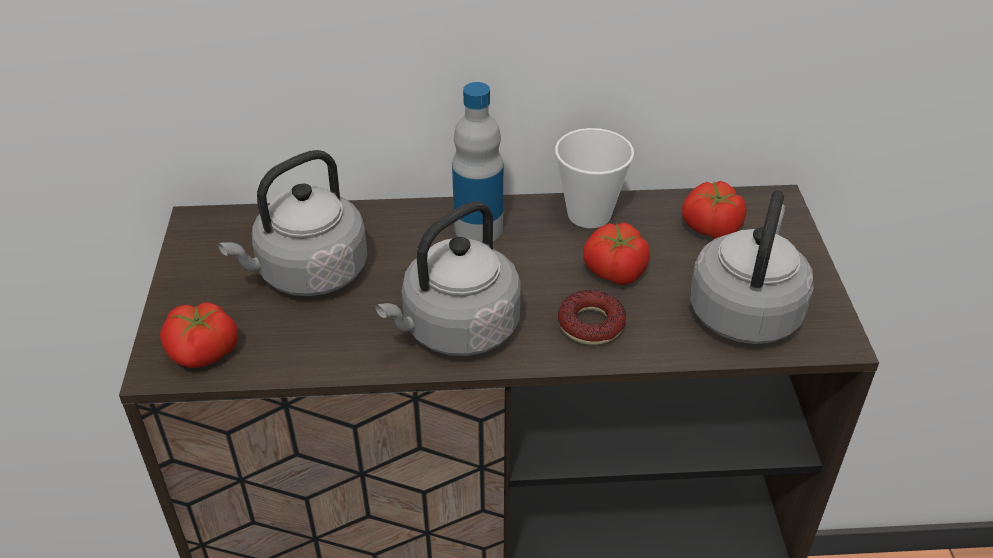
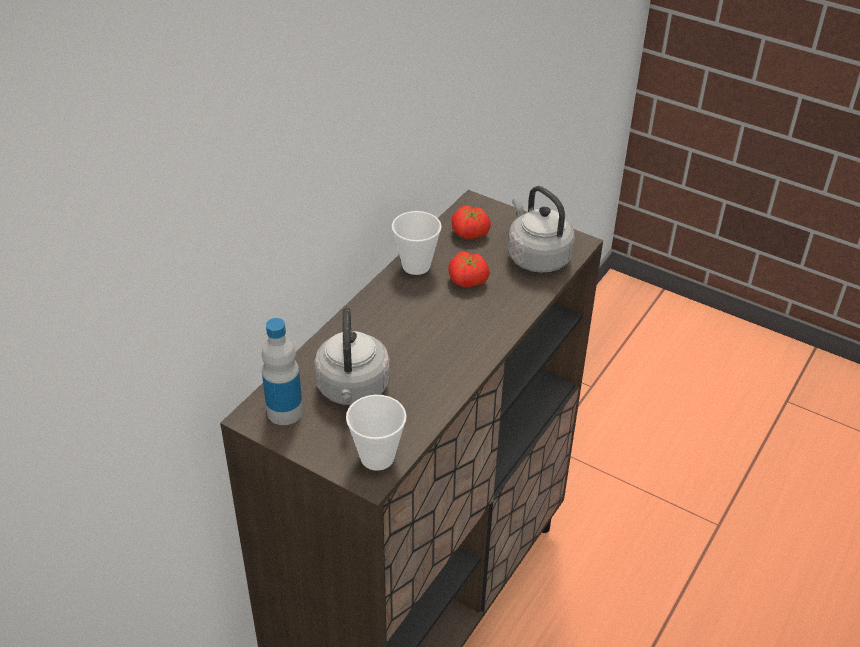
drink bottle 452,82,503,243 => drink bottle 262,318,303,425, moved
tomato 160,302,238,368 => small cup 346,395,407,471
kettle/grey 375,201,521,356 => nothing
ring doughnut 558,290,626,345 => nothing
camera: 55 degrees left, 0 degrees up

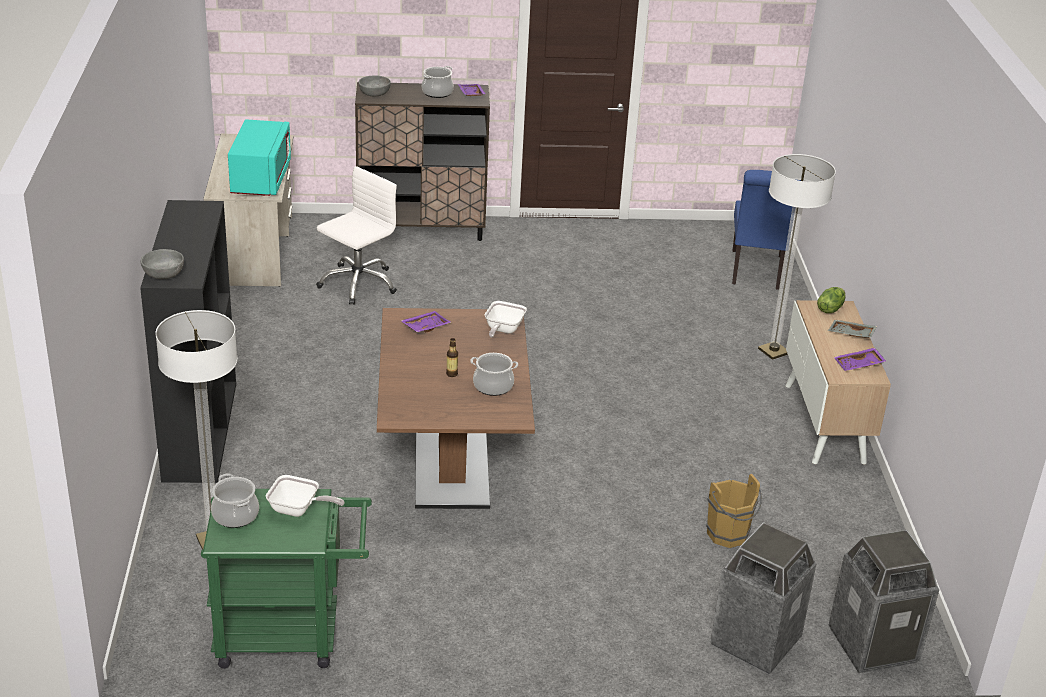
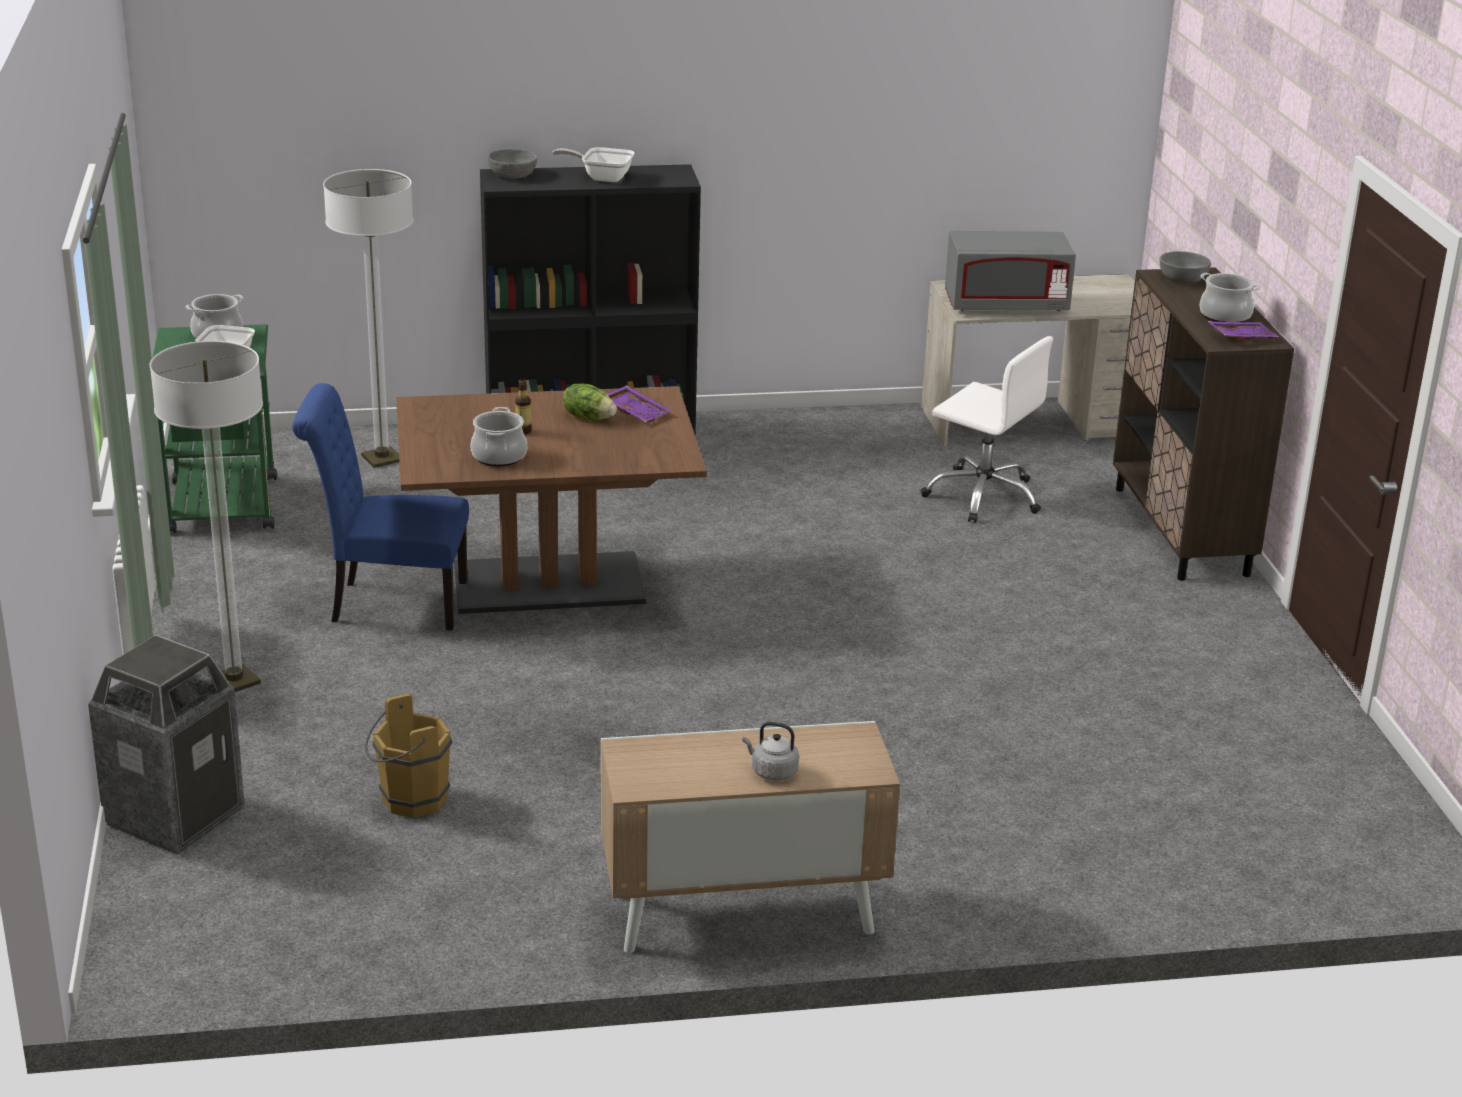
standard lamp 758,154,836,360 => standard lamp 150,341,263,692, moved
upright chair/blue-coloured 732,170,801,290 => upright chair/blue-coloured 292,383,469,630, moved
frying pan 485,301,527,337 => frying pan 552,147,635,182, moved
lettuce head 817,287,845,313 => lettuce head 563,384,617,420, moved
tray/grey 828,320,877,338 => kettle/grey 743,721,799,781
microwave oven/turquoise-coloured 228,119,291,196 => microwave oven/grey 945,231,1076,311
rubbish bin 829,530,939,673 => nothing
tray/purplish 834,348,886,371 => nothing
camera: 85 degrees right, 5 degrees down

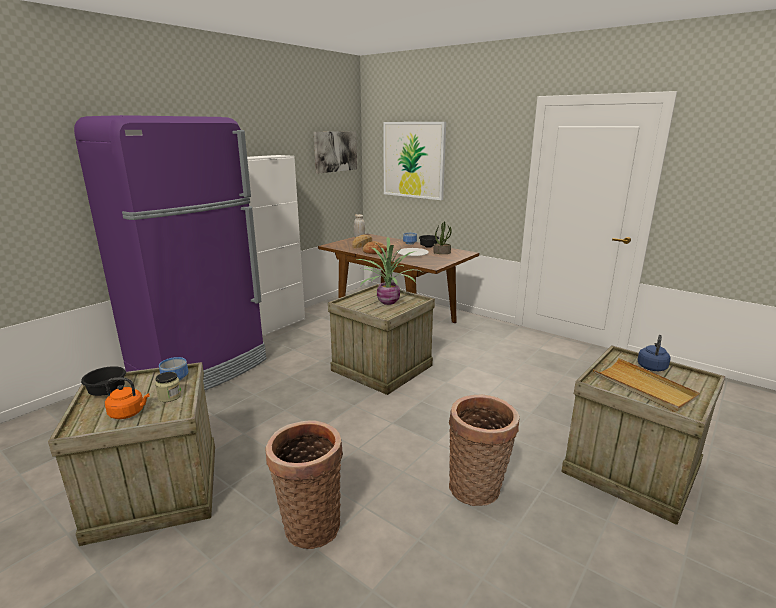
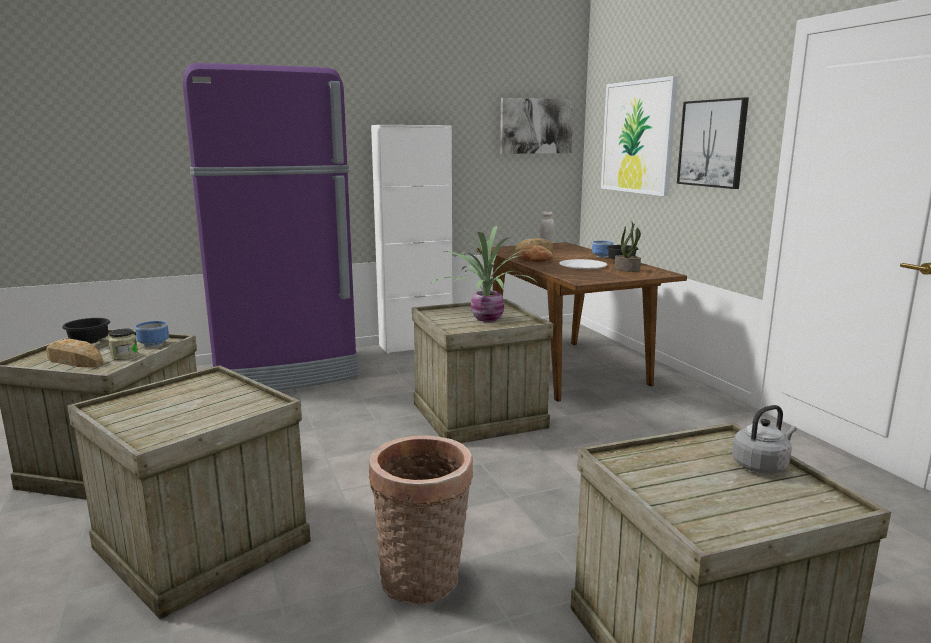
kettle/orange 105,378,150,419 => bread 46,338,104,367
basket 265,421,343,549 => packing crate 67,365,311,620
nothing => picture 677,97,749,189
kettle/blue-coloured 637,335,671,371 => kettle/grey 732,405,797,474
tray/sand-coloured 593,358,700,412 => nothing
camera: 30 degrees right, 5 degrees down

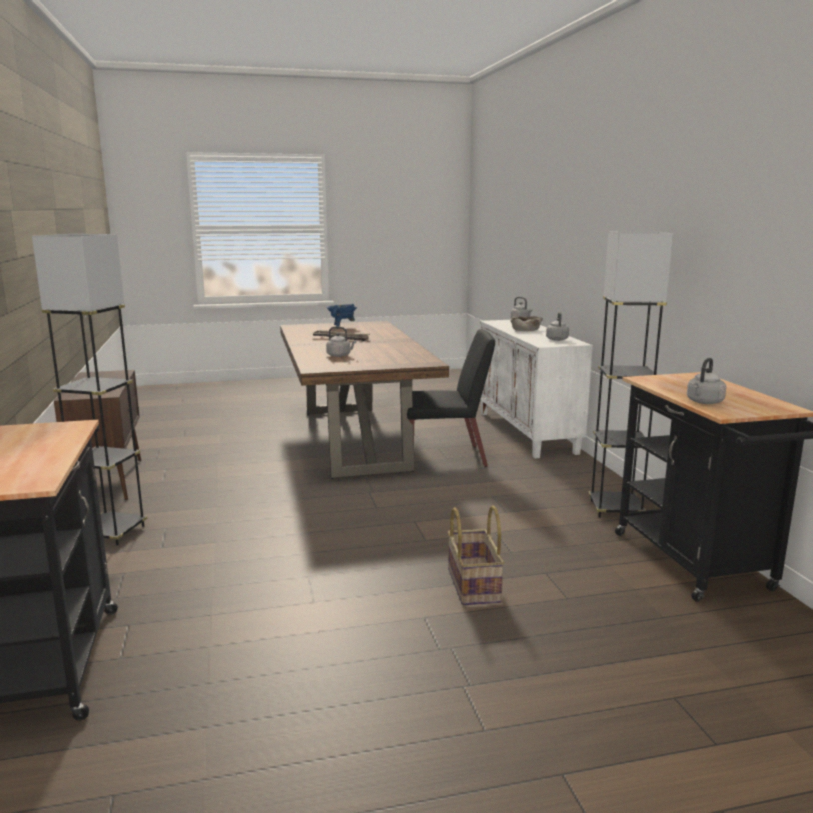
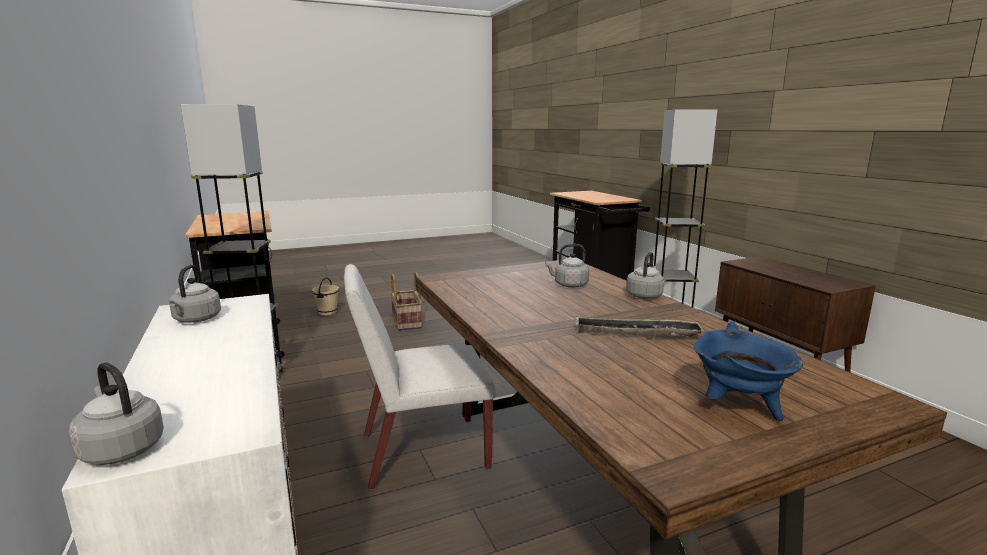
nothing => bucket/sand-coloured 312,277,339,315
upright chair/black-coloured 407,329,495,467 => upright chair/white-coloured 344,264,496,490
kettle/grey 687,358,726,404 => kettle/grey 626,252,664,299, moved
bowl/sand-coloured 510,316,543,331 => nothing
camera: 170 degrees right, 0 degrees up

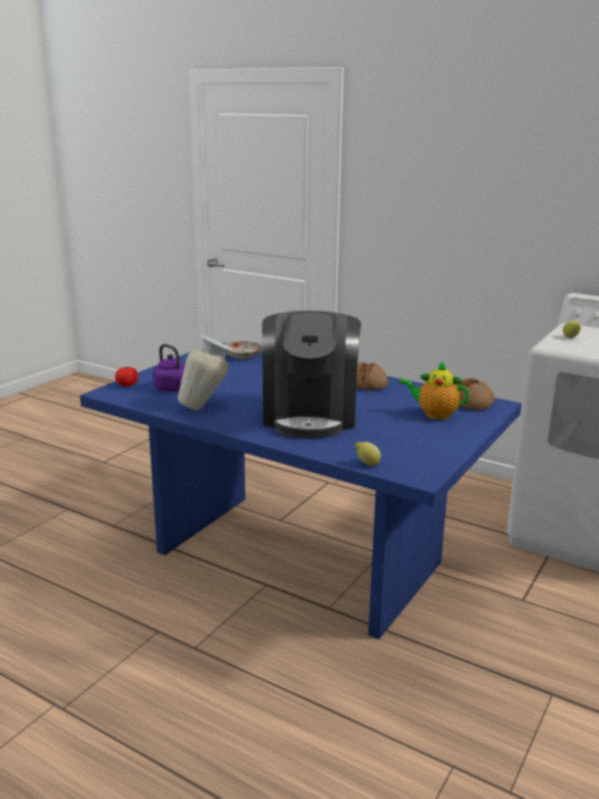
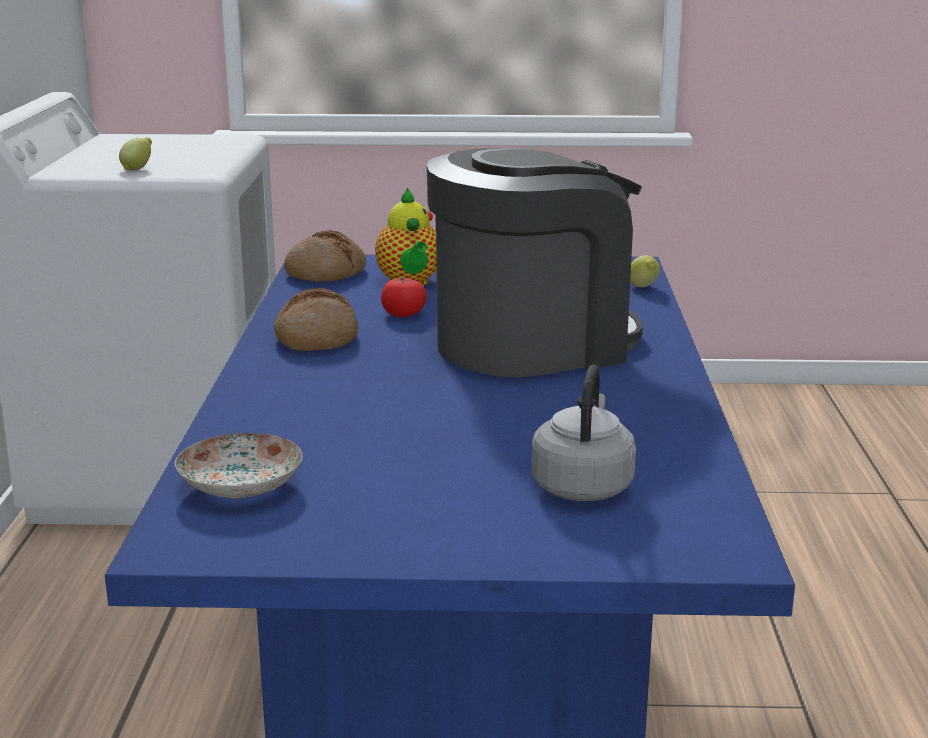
tomato 115,367,139,387 => tomato 381,277,427,317, moved
kettle/purplish 153,344,185,392 => kettle/grey 532,365,636,501
vase 178,335,234,410 => nothing
camera: 120 degrees left, 0 degrees up

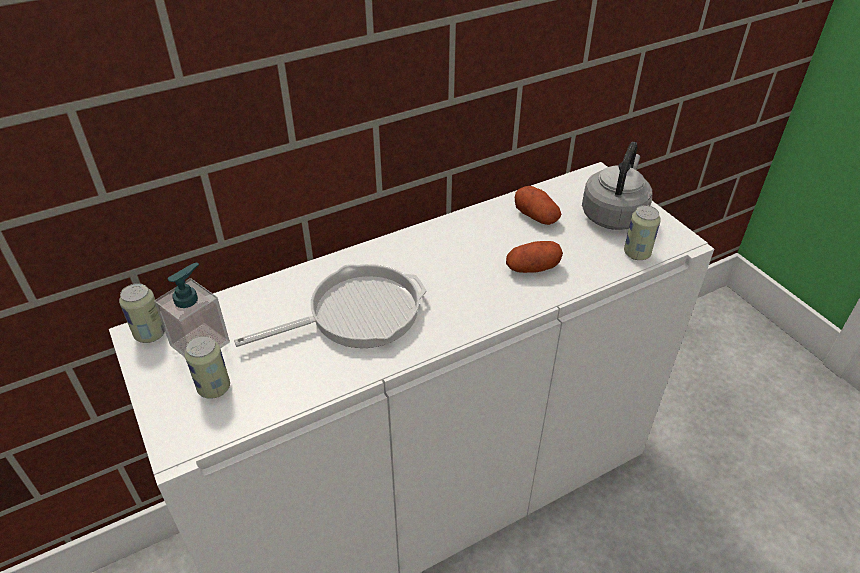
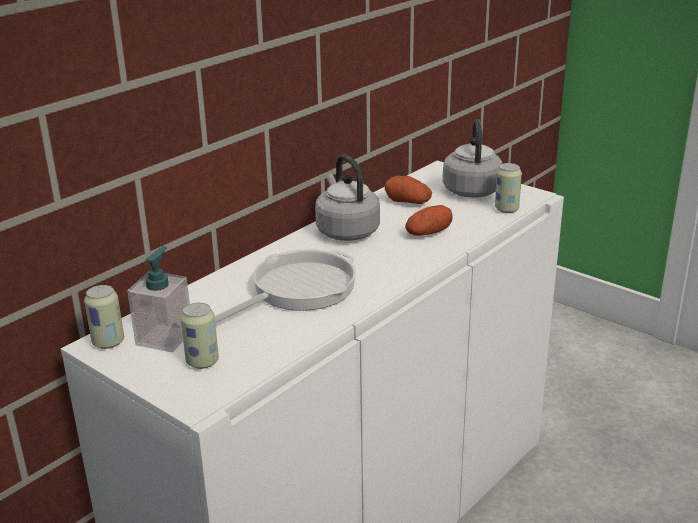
nothing => kettle/grey 315,154,380,241
camera: 20 degrees left, 15 degrees down

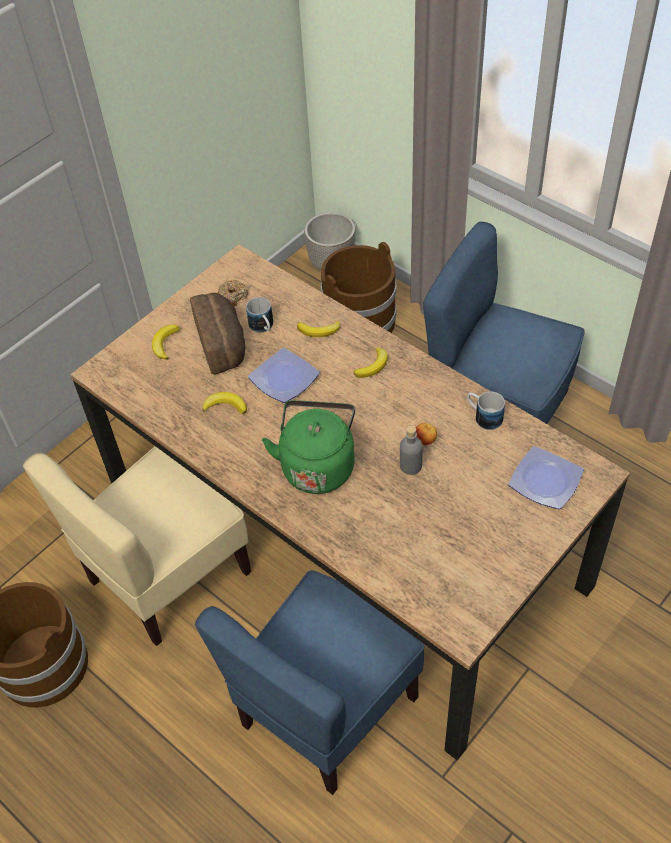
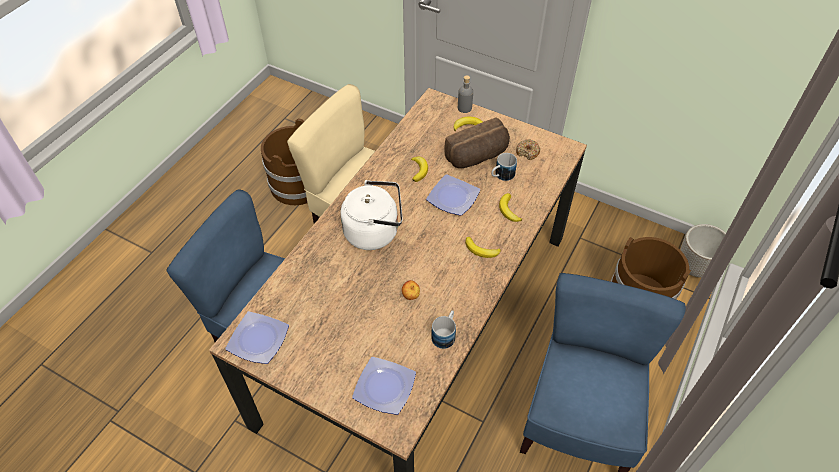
nothing => flat dish 225,311,289,364
kettle/greenish 262,400,355,494 => kettle/white-coloured 340,180,403,250
drink bottle/grey 400,426,423,475 => drink bottle/grey 458,75,473,113, moved
camera: 75 degrees right, 0 degrees up

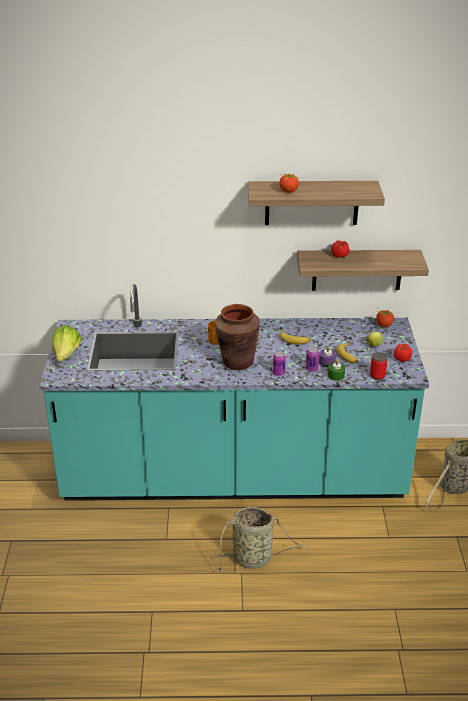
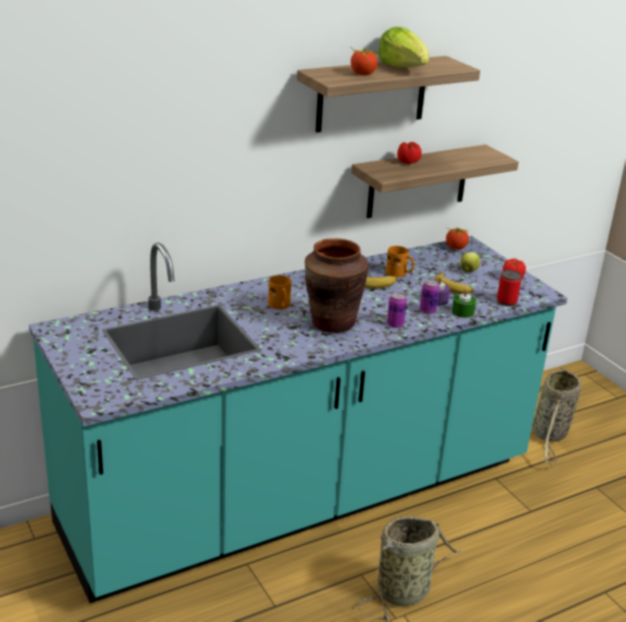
lettuce head 52,325,82,361 => lettuce head 378,27,429,68, moved
nothing => mug/orange 386,246,414,277
camera: 30 degrees left, 5 degrees down

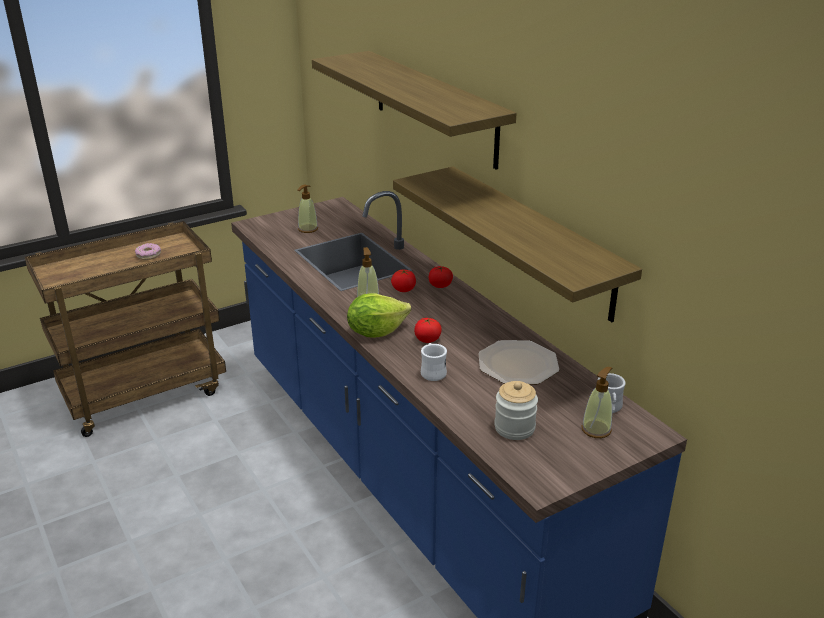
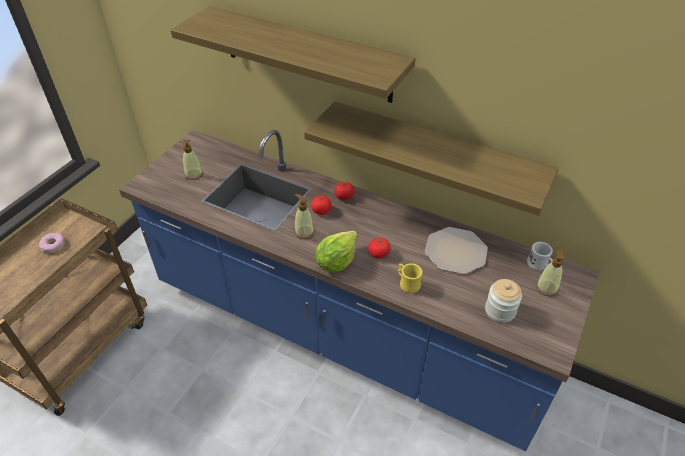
mug/white-coloured 421,343,447,381 => mug/yellow 398,263,423,293
camera: 30 degrees left, 15 degrees up

